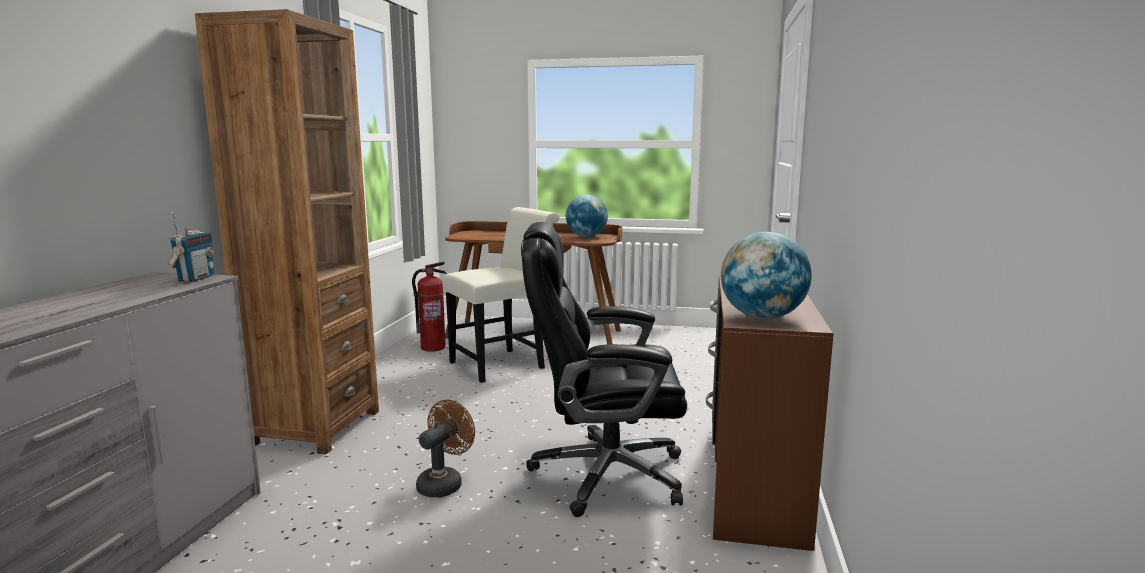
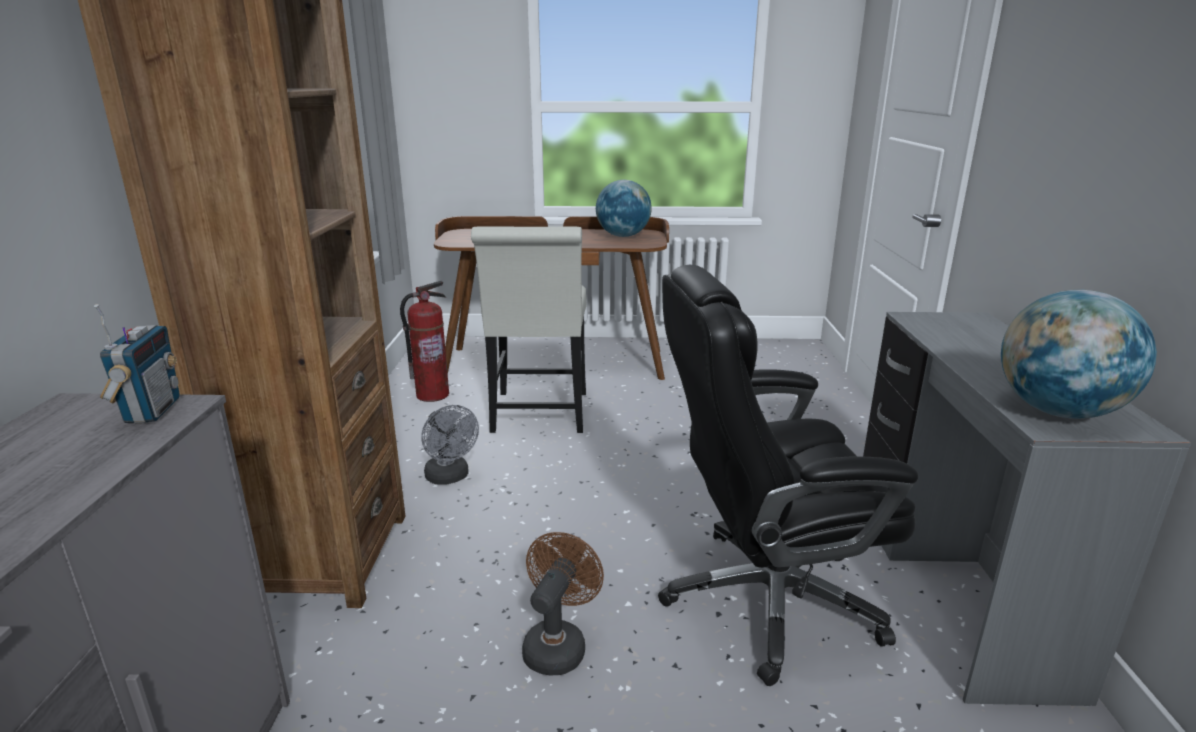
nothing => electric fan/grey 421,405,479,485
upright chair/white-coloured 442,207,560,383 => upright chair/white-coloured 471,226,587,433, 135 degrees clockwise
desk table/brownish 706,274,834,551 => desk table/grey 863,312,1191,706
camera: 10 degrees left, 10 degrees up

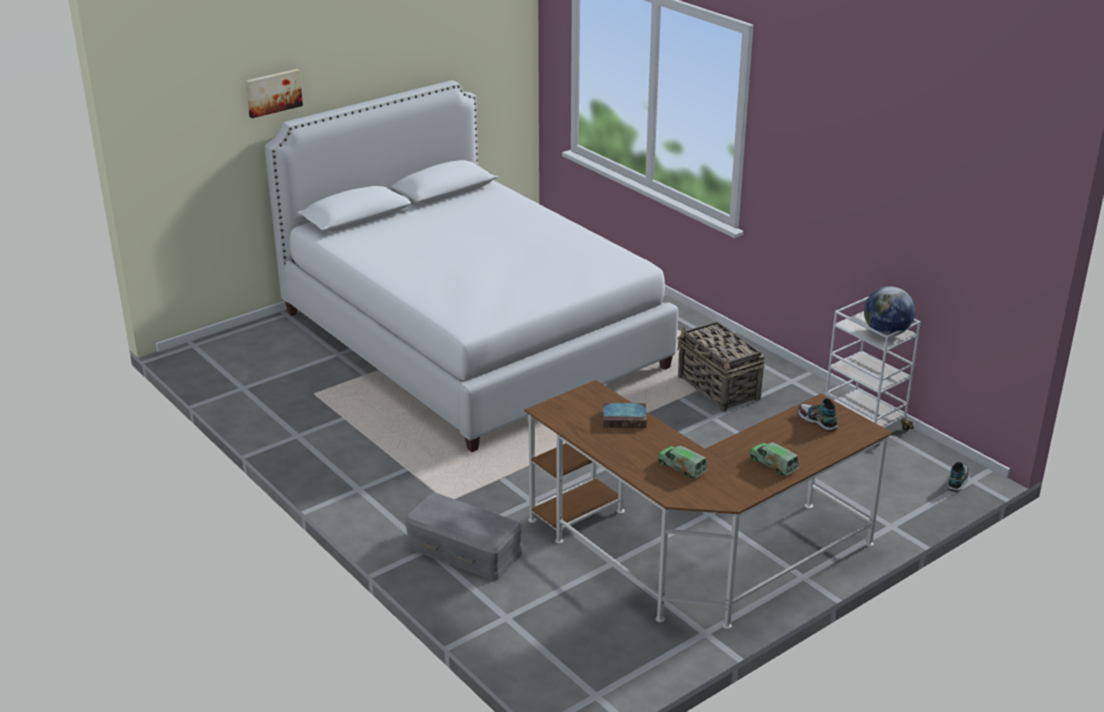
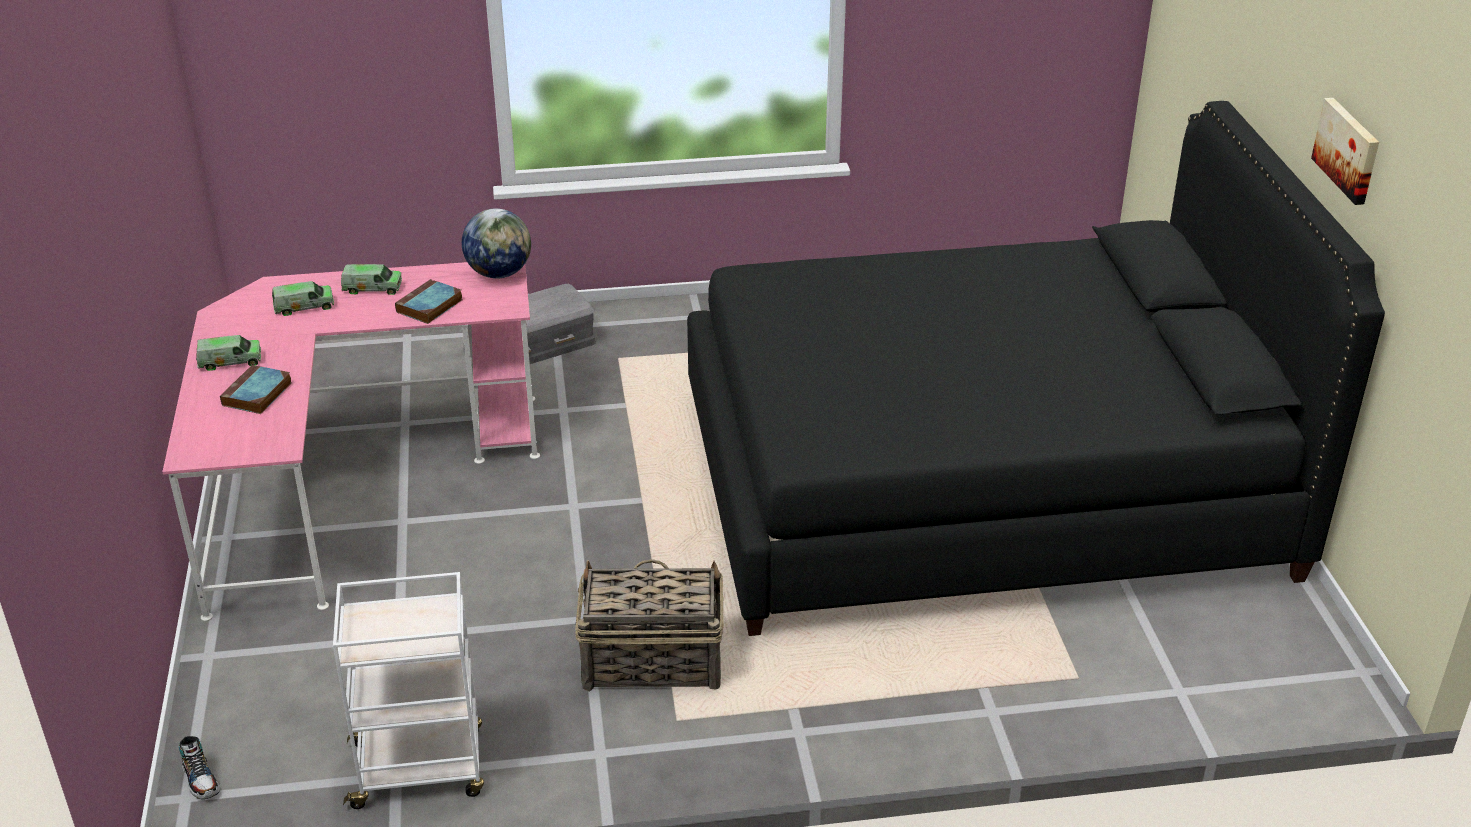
desk table/brownish 525,380,892,629 => desk table/pinkish 162,262,540,621
nothing => volume 220,365,292,414
nothing => toy lorry 341,264,402,295
desk globe 864,286,915,336 => desk globe 462,208,531,279, moved
sleeping bed/white-coloured 265,80,678,452 => sleeping bed/black-coloured 687,101,1385,636
picture 245,69,303,118 => picture 1311,98,1379,205, moved
item of footwear 799,398,838,431 => nothing
camera: 120 degrees right, 5 degrees up

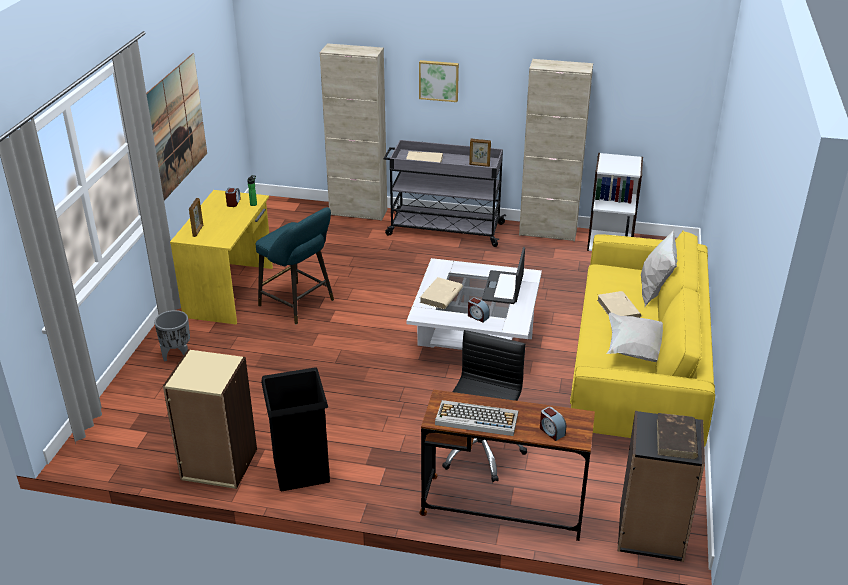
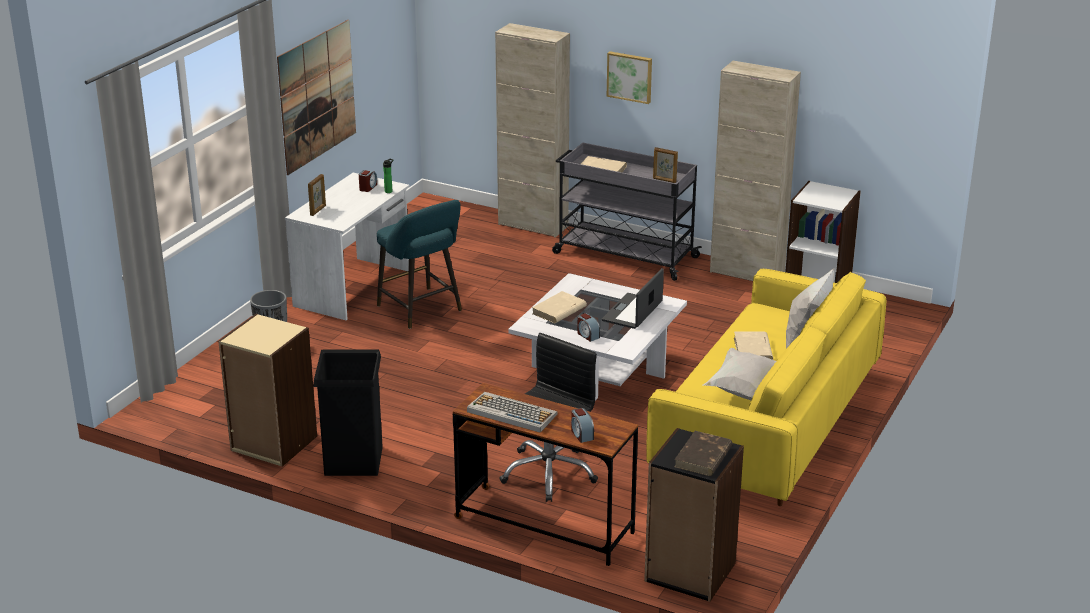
desk table/yellow 170,190,273,324 => desk table/white-coloured 285,173,410,320
camera: 15 degrees right, 5 degrees down

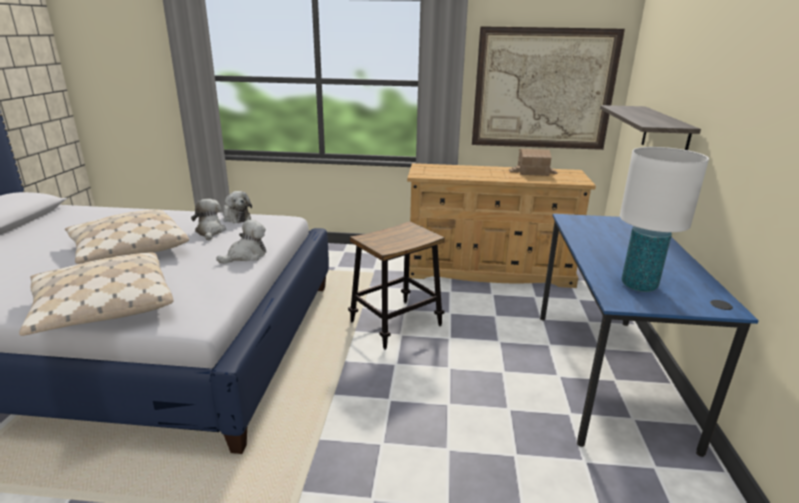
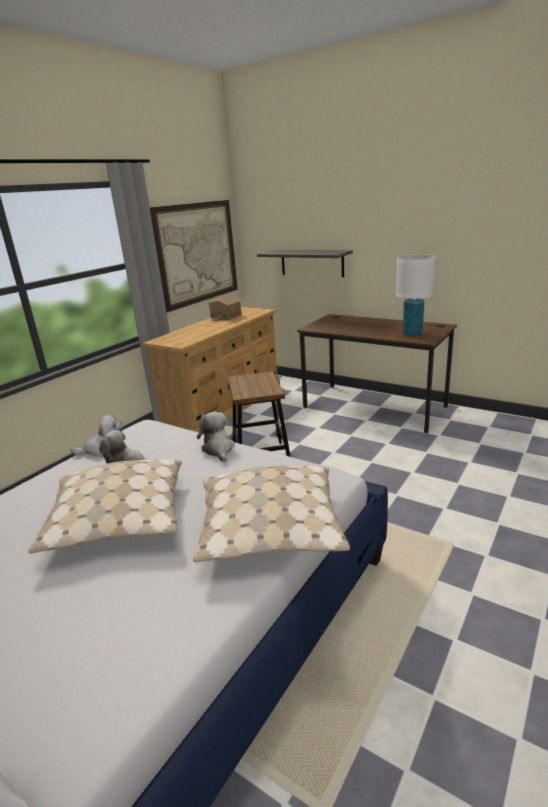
desk table/blue-coloured 540,214,759,457 => desk table/brownish 297,314,457,433
camera: 60 degrees left, 0 degrees up

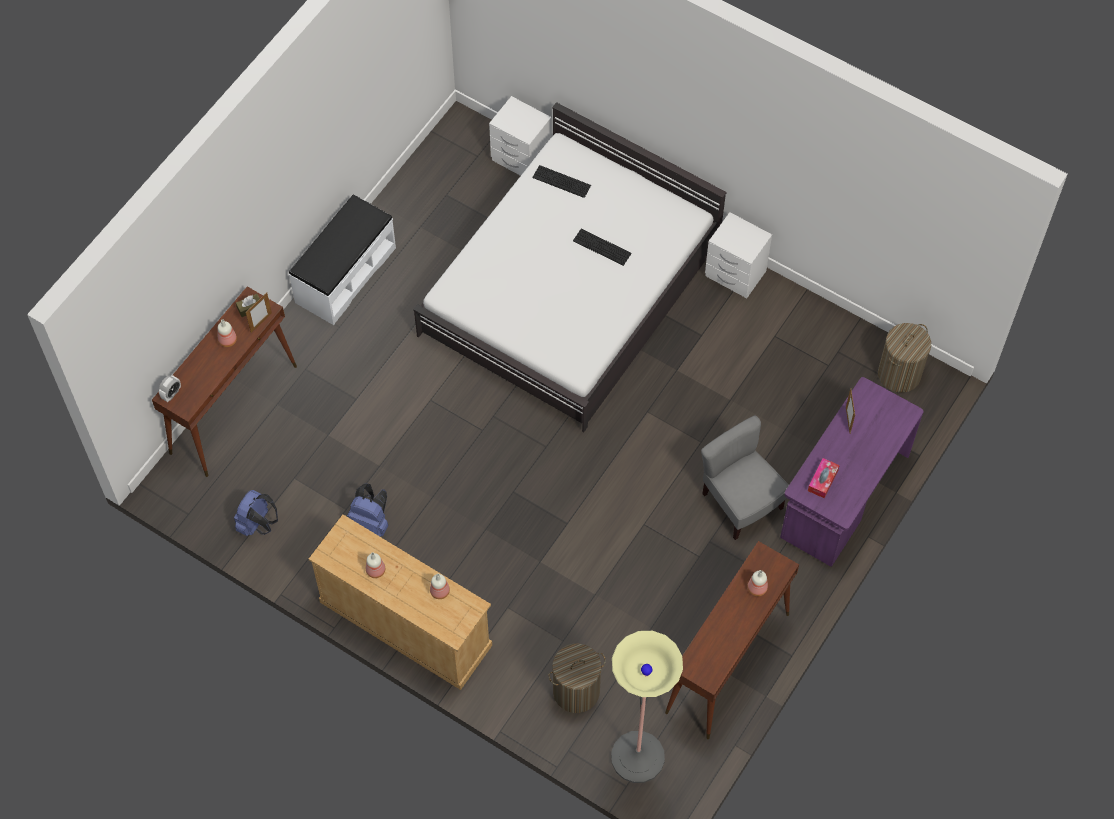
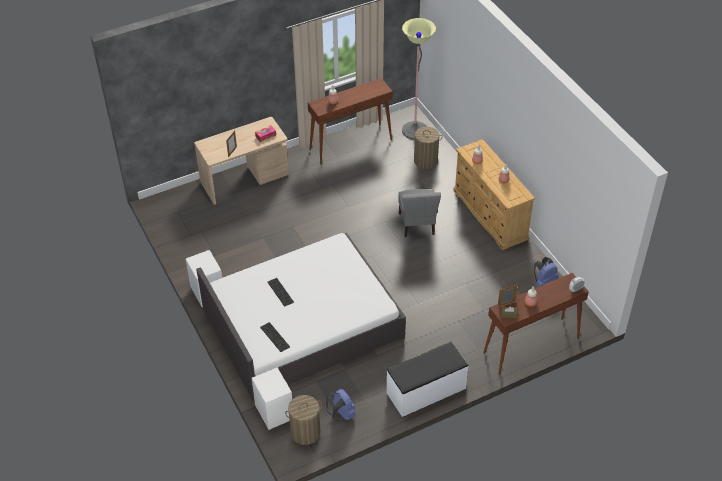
desk table/purplish 780,377,924,567 => desk table/sand-coloured 194,117,289,205
washing basket 878,323,931,393 => washing basket 285,395,322,445, moved
knapsack/blue-coloured 347,483,388,536 => knapsack/blue-coloured 326,389,355,421, moved
upright chair/grey 701,415,789,540 => upright chair/grey 398,189,441,237, moved
camera: 150 degrees left, 15 degrees down

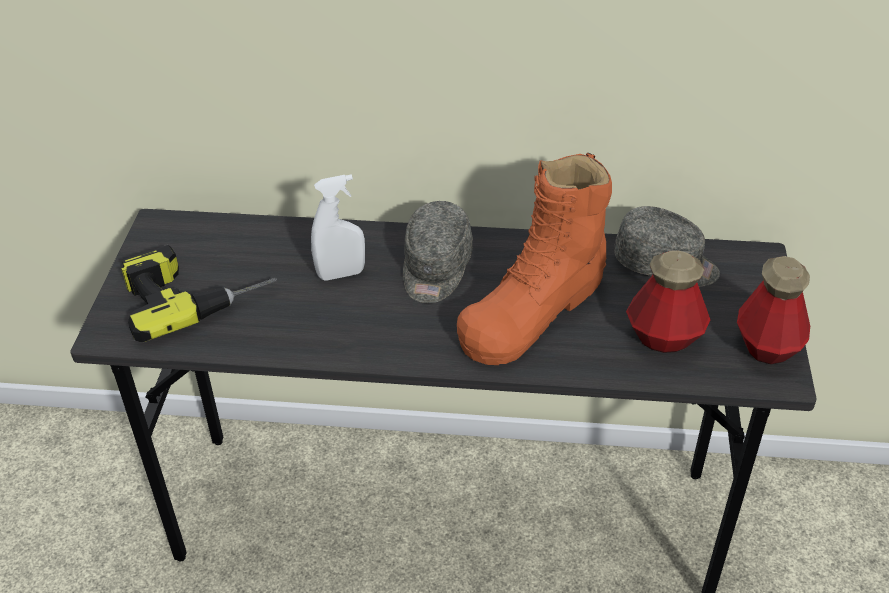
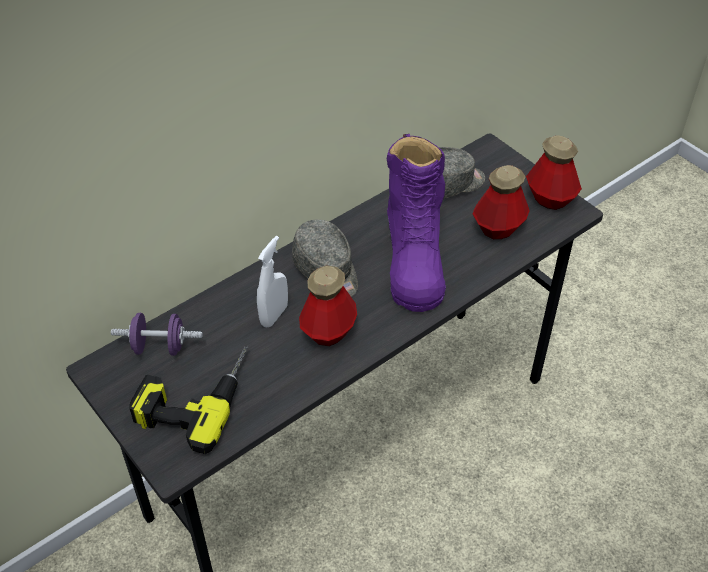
nothing => dumbbell/purplish 111,313,203,356
nothing => drink bottle 299,265,357,346
high-top boot/orange 457,152,612,365 => high-top boot/purplish 387,134,446,312
camera: 45 degrees left, 5 degrees up

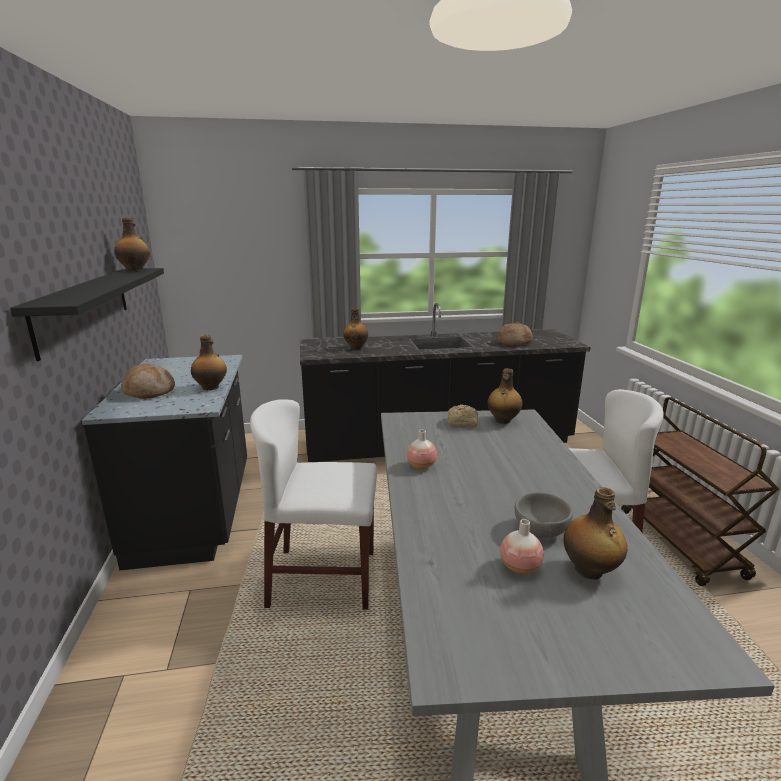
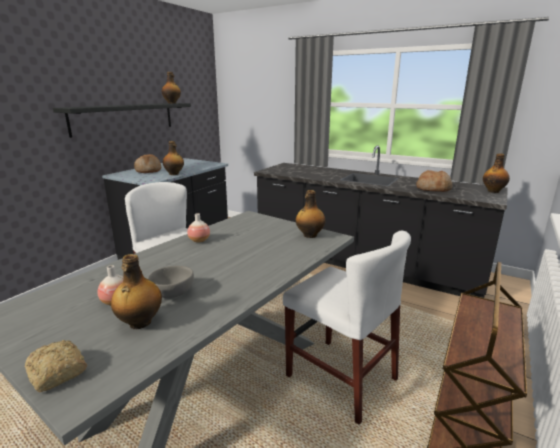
bread 447,404,478,428 => bread 25,340,87,392, moved
drink bottle 343,308,368,350 => drink bottle 483,154,510,193, moved
camera: 40 degrees right, 0 degrees up

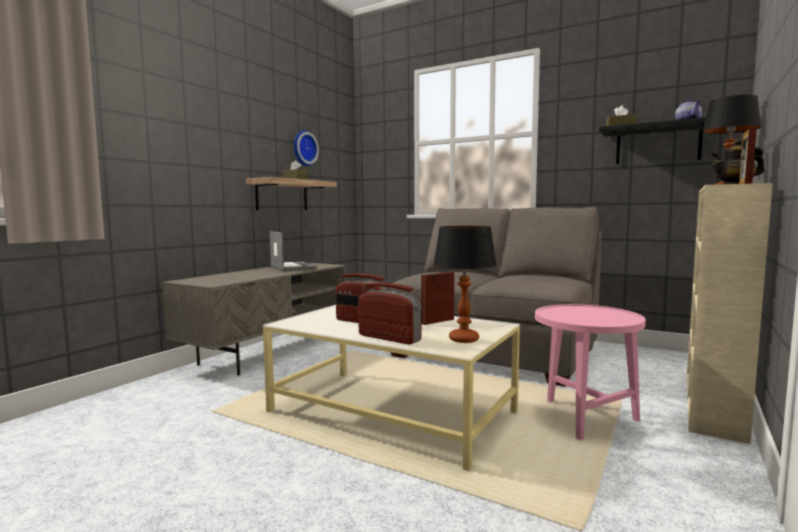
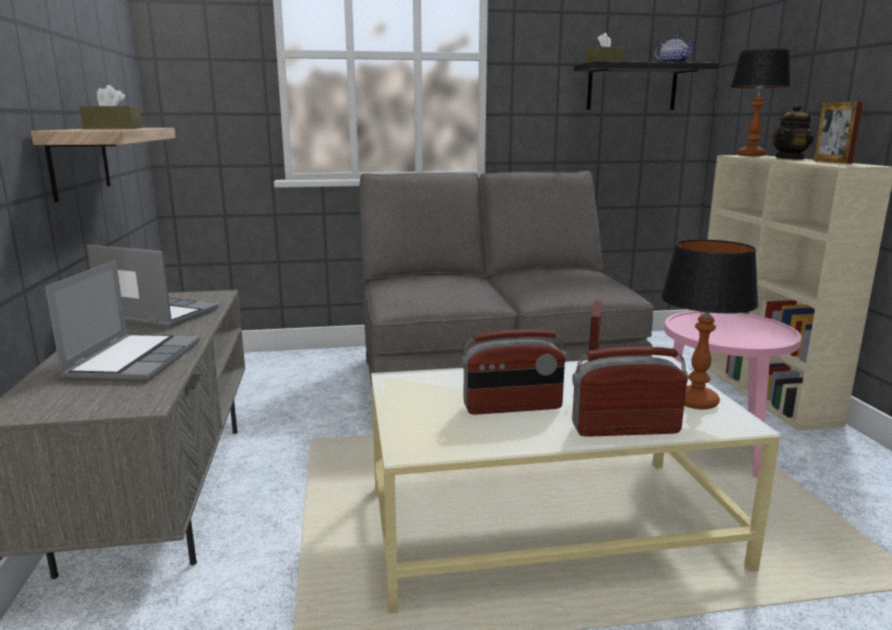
nothing => laptop 45,260,200,382
wall clock 294,130,319,166 => nothing
camera: 40 degrees left, 10 degrees up

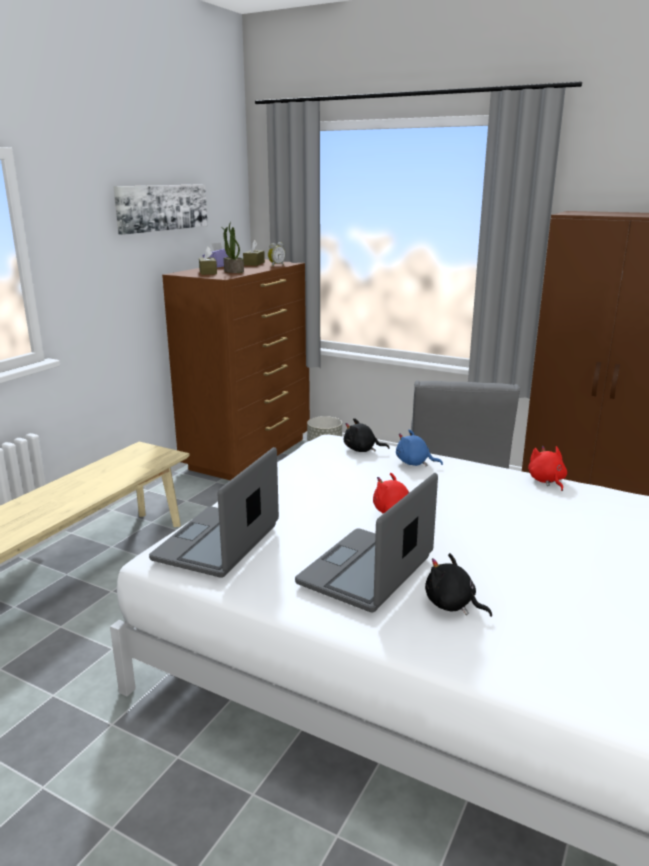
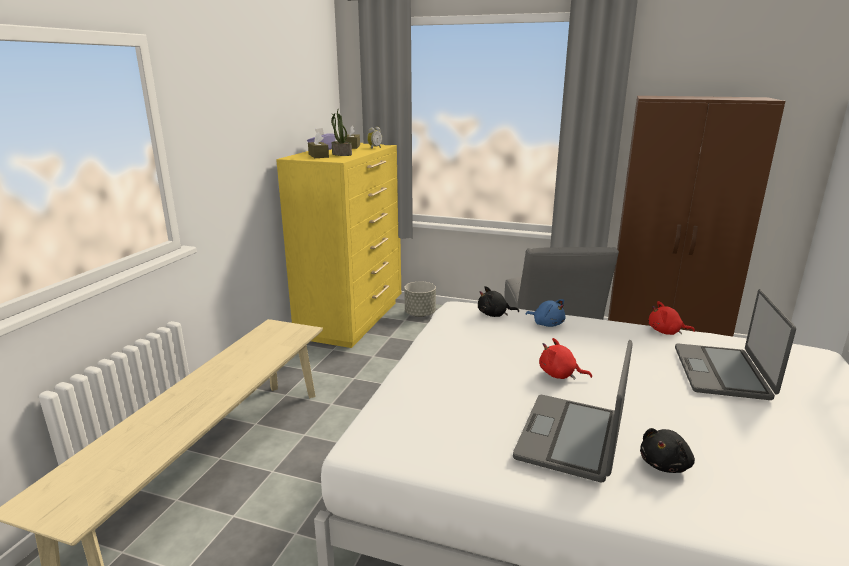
dresser/brownish 162,259,310,480 => dresser/yellow 276,143,401,348
plush toy/blue-coloured 396,430,443,466 => plush toy/blue-coloured 525,299,565,327, 150 degrees counterclockwise
plush toy/black-coloured 425,553,492,617 => plush toy/black-coloured 640,428,695,473, 75 degrees counterclockwise
plush toy/reddish 528,446,567,491 => plush toy/reddish 649,301,695,335, 60 degrees counterclockwise
laptop 149,447,279,578 => laptop 675,289,796,400, moved
picture 113,184,208,235 => nothing
camera: 10 degrees left, 0 degrees up

